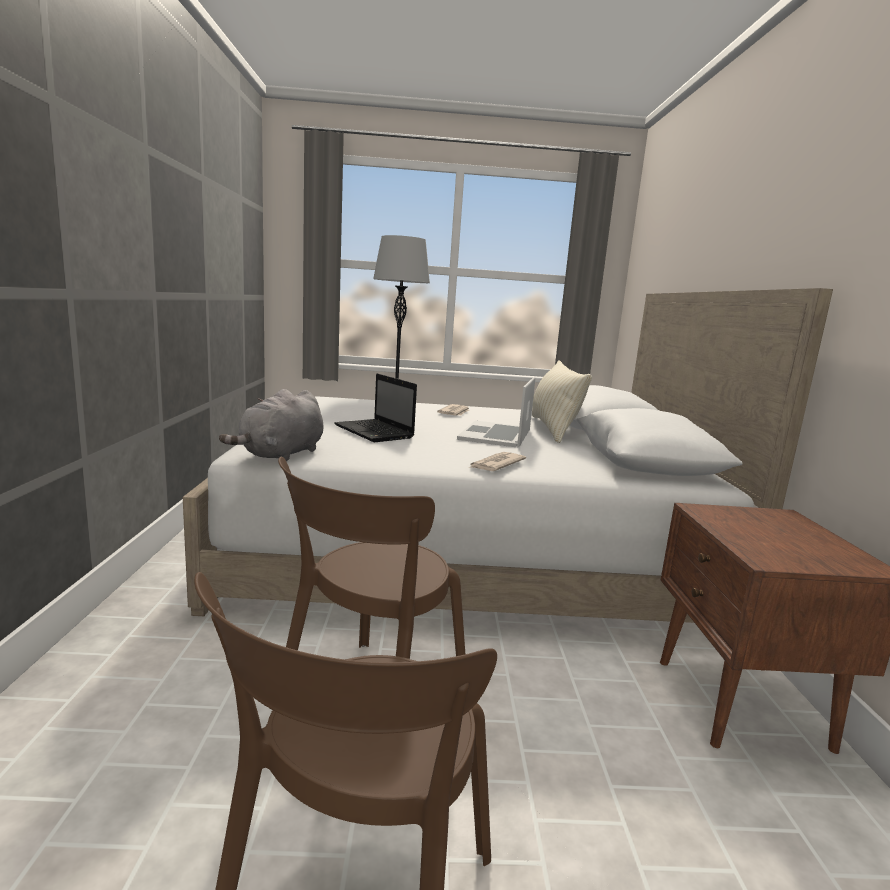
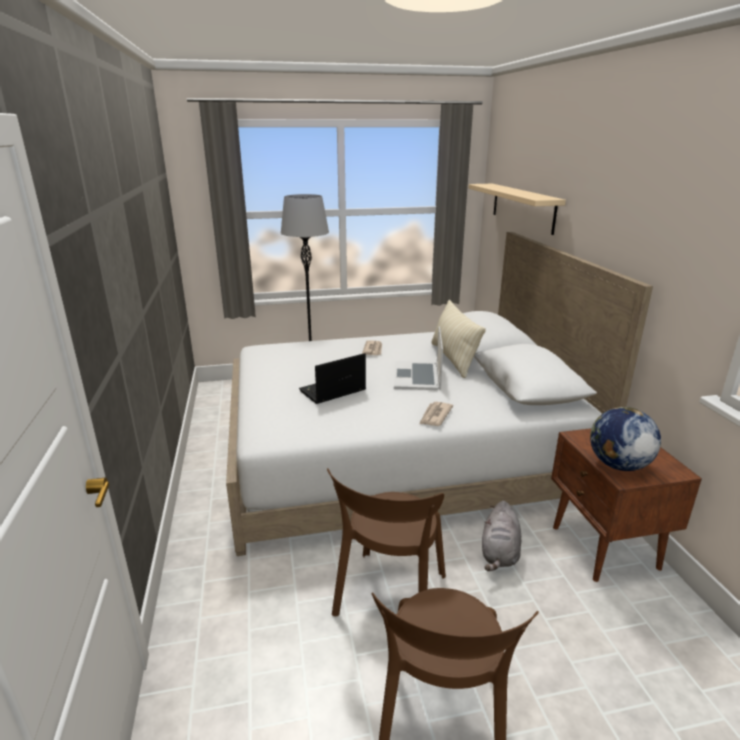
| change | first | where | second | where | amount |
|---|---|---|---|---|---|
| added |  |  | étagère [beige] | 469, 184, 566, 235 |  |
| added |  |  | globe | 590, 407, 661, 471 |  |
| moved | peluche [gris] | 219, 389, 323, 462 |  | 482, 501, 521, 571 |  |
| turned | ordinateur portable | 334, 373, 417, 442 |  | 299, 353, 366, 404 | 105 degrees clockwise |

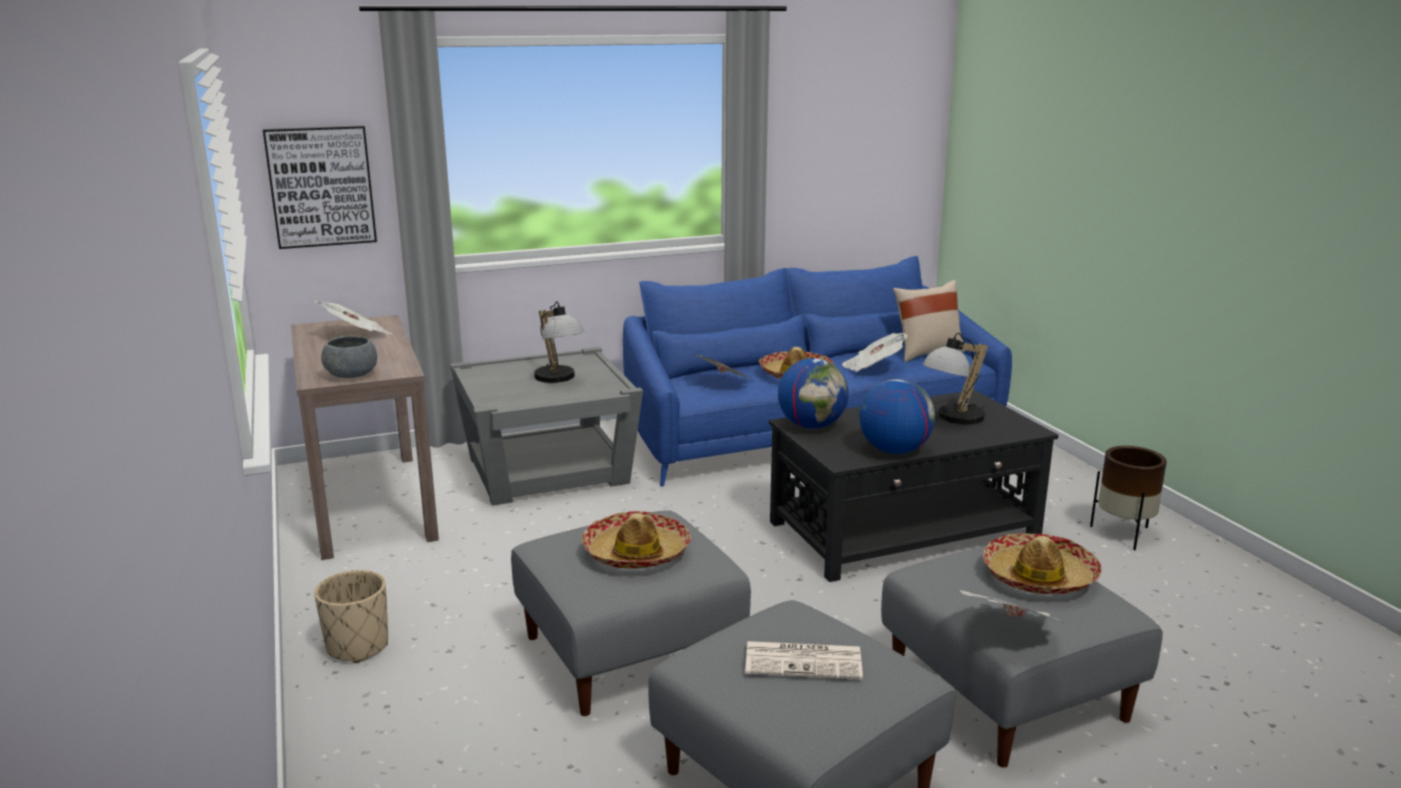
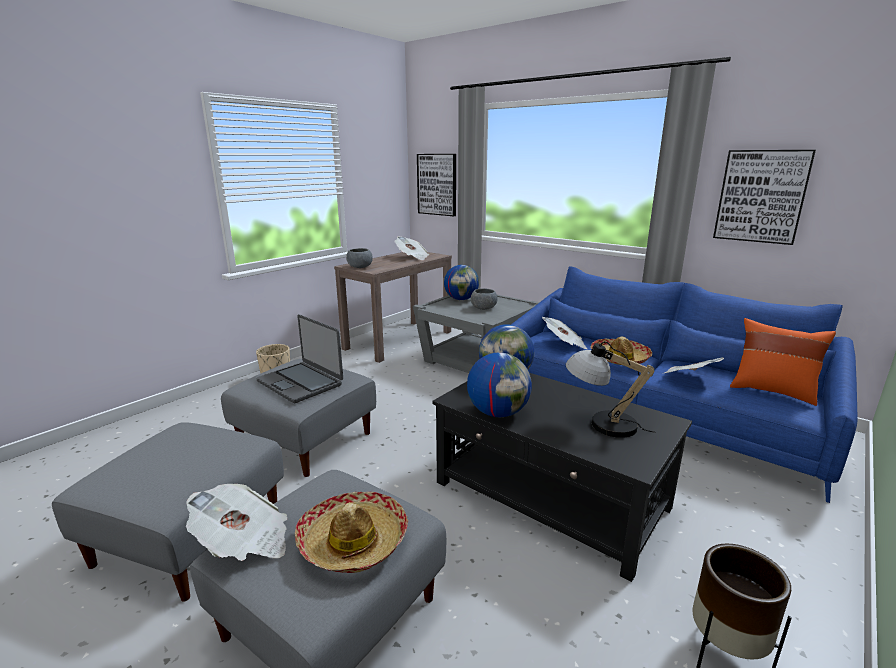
| change | first | where | second | where | amount |
|---|---|---|---|---|---|
| removed | journal | 745, 641, 863, 680 |  |  |  |
| added |  |  | globe | 444, 265, 479, 300 |  |
| added |  |  | tableau | 713, 150, 816, 245 |  |
| replaced | lampe de table | 534, 301, 585, 383 | bol [gris] | 471, 289, 498, 310 |  |
| replaced | chapeau | 582, 511, 691, 569 | ordinateur portable | 256, 314, 343, 403 |  |
| recoloured | coussin [beige] | 893, 280, 965, 362 | coussin [orange] | 730, 318, 836, 406 |  |

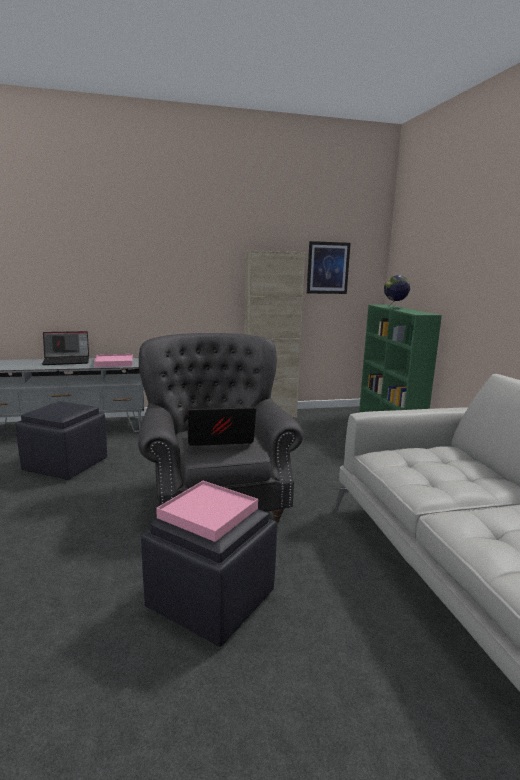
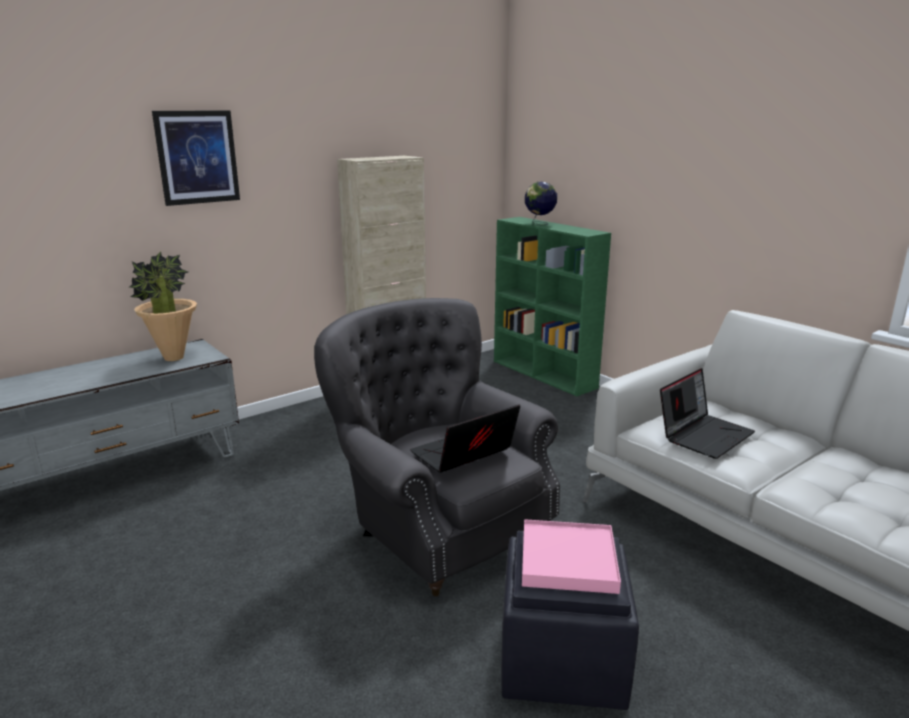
| change | first | where | second | where | amount |
|---|---|---|---|---|---|
| removed | pouf [noir] | 15, 401, 107, 480 |  |  |  |
| moved | ordinateur portable | 42, 331, 89, 365 |  | 660, 368, 755, 459 |  |
| moved | tableau | 307, 241, 351, 294 |  | 152, 110, 240, 206 |  |
| replaced | plateau [rose] | 94, 354, 133, 367 | plante en pot | 129, 252, 197, 361 |  |

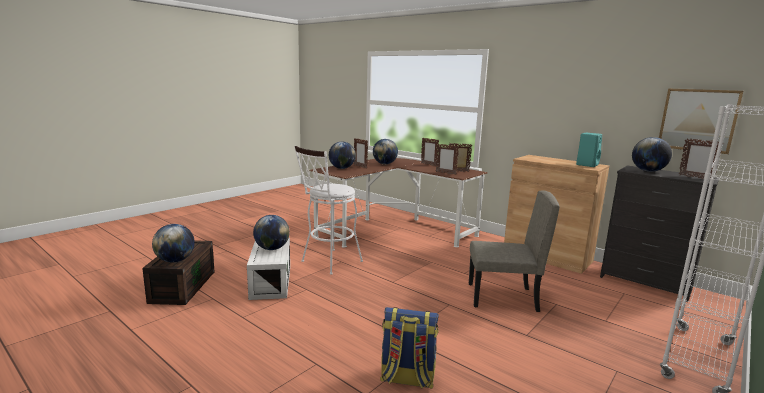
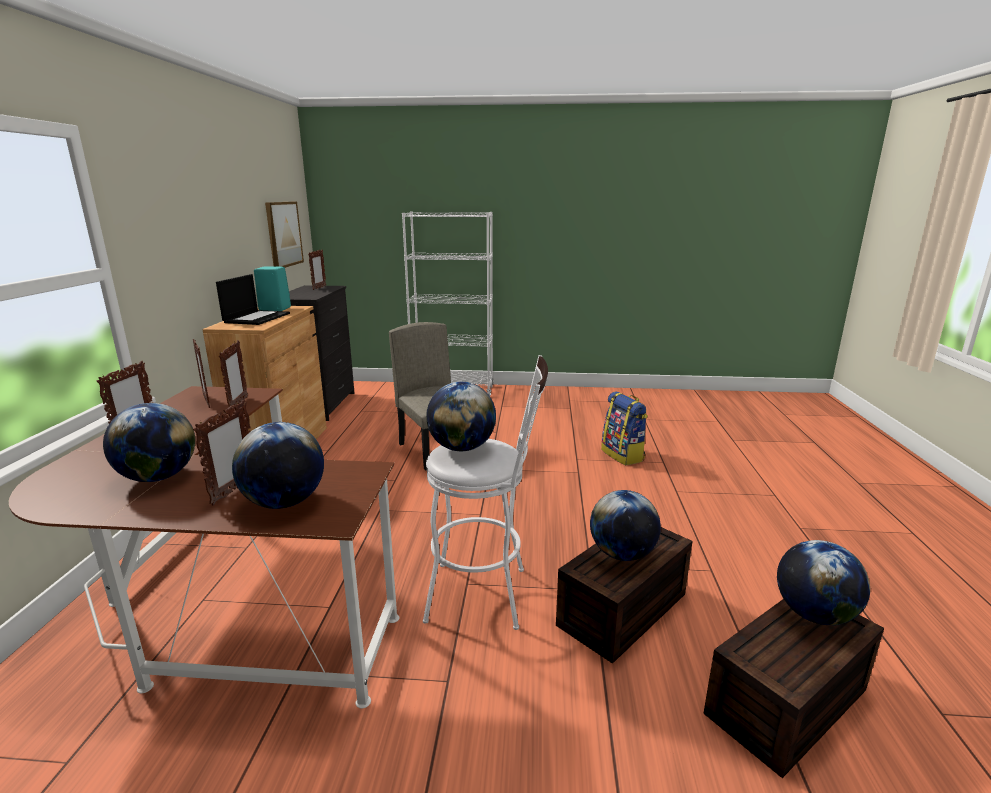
| change | first | where | second | where | amount |
|---|---|---|---|---|---|
| added |  |  | ordinateur portable | 216, 274, 290, 325 |  |
| moved | globe | 632, 137, 672, 172 |  | 426, 382, 496, 451 |  |
| recoloured | boîte de rangement [blanc] | 247, 237, 290, 300 | boîte de rangement [marron] | 556, 527, 692, 664 |  |

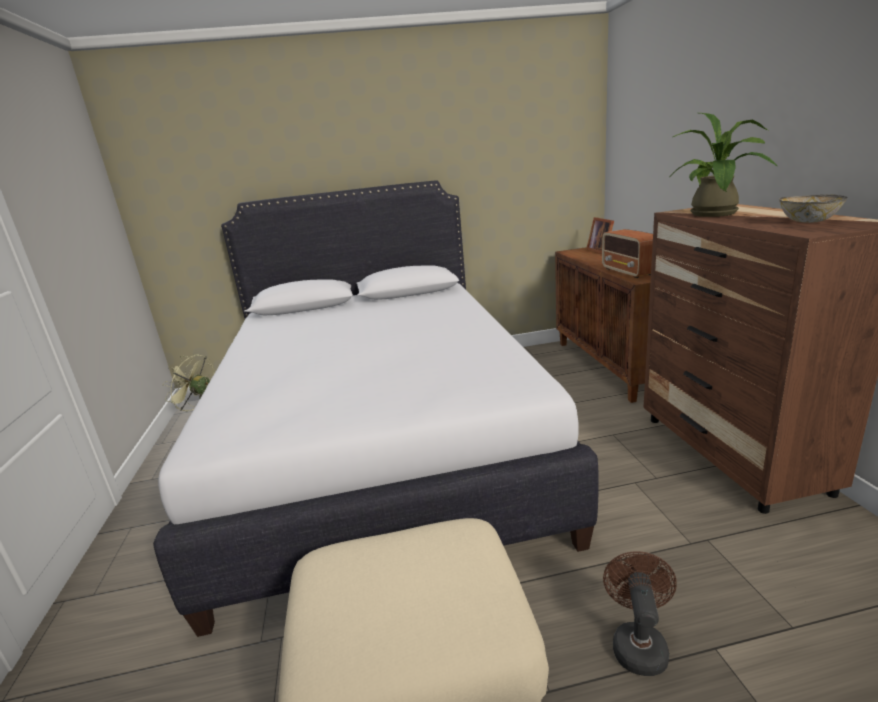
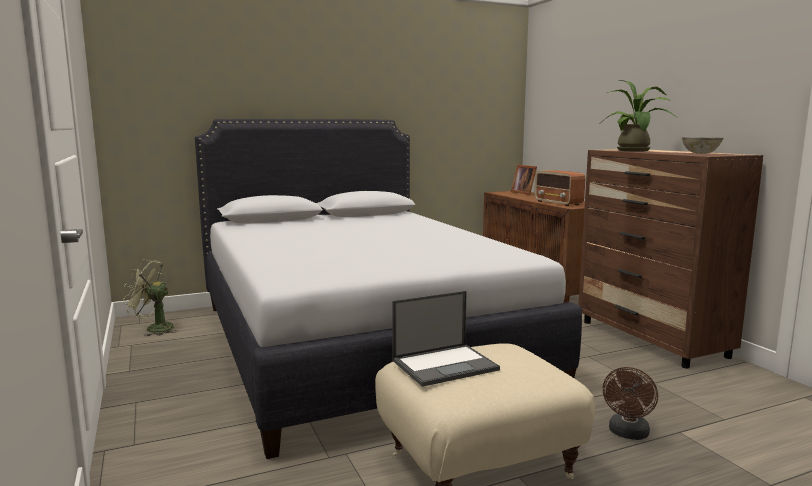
| change | first | where | second | where | amount |
|---|---|---|---|---|---|
| added |  |  | ordinateur portable | 392, 291, 500, 387 |  |
| turned | ventilateur [marron] | 603, 551, 677, 676 |  | 603, 367, 658, 440 | 150 degrees counterclockwise |

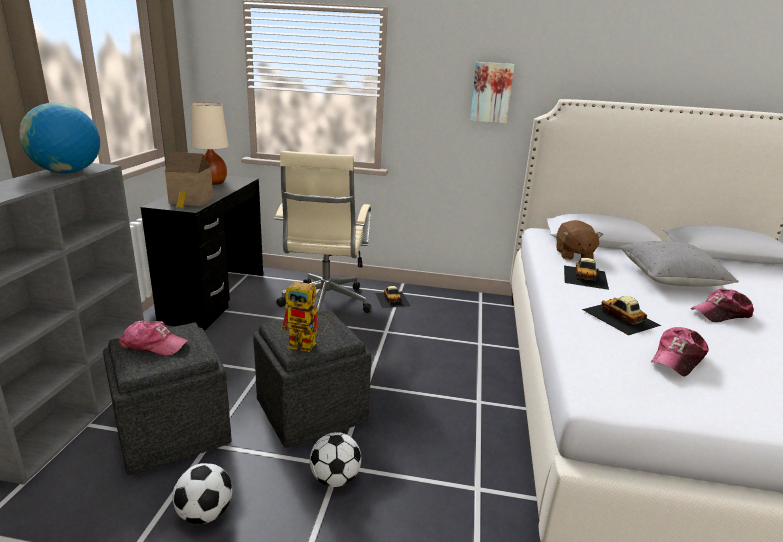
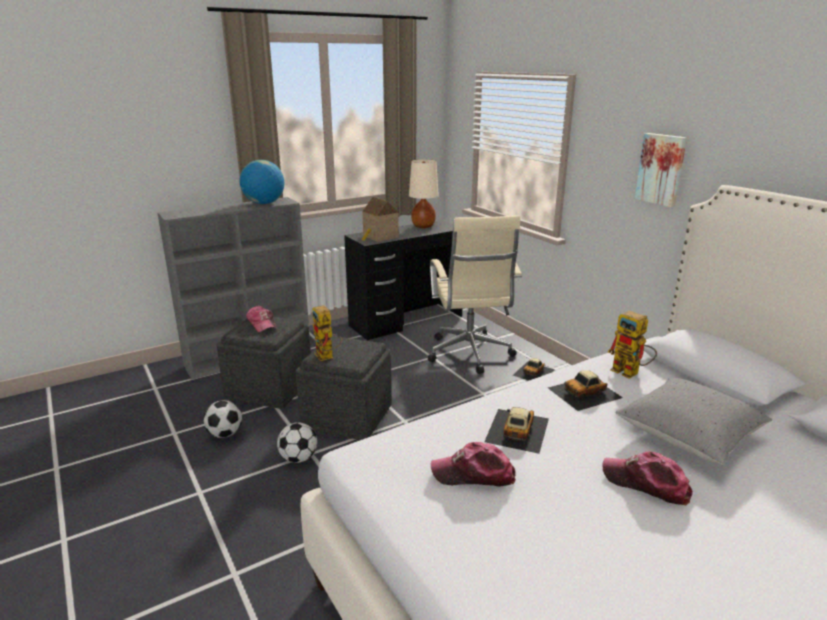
| change | first | where | second | where | amount |
|---|---|---|---|---|---|
| replaced | peluche [marron] | 557, 220, 603, 260 | robot jouet | 608, 311, 657, 379 |  |
| turned | chaise de bureau [beige] | 275, 151, 371, 313 |  | 428, 215, 522, 374 | 60 degrees counterclockwise |

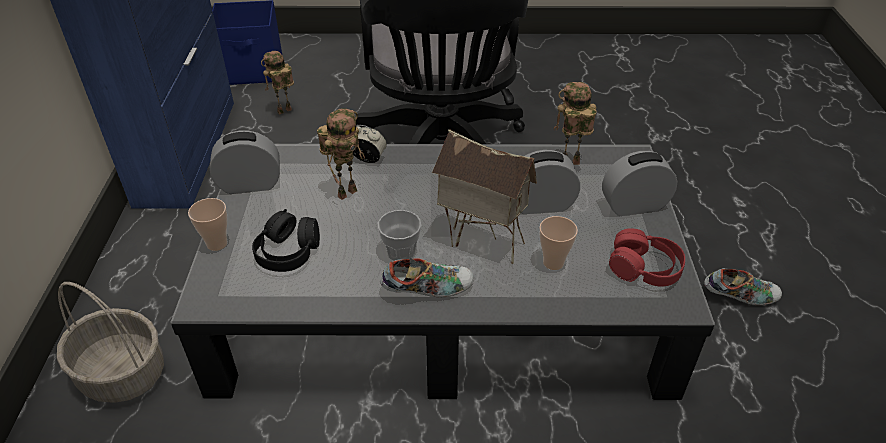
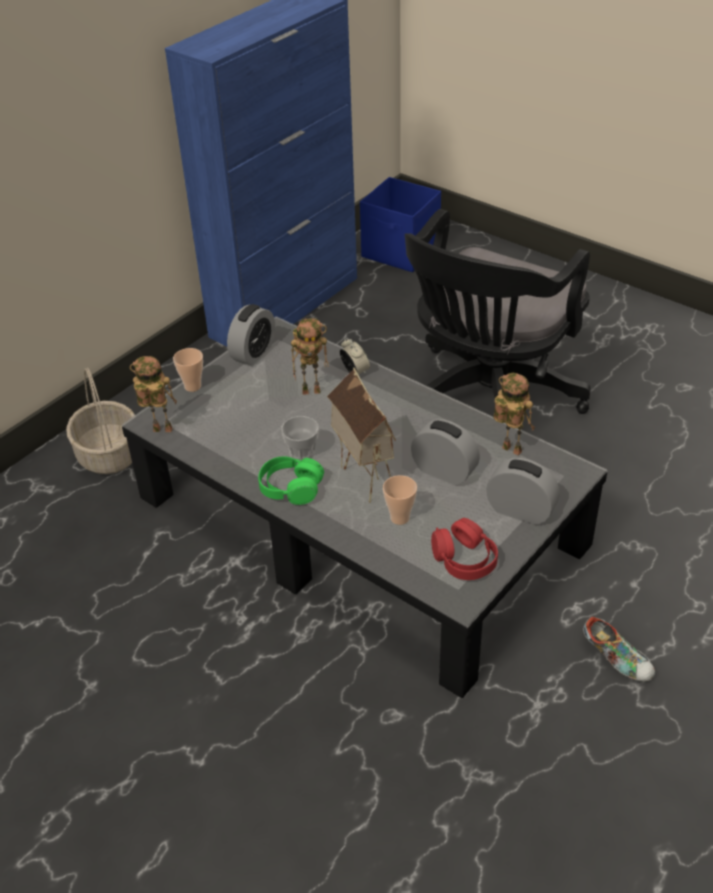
| change | first | where | second | where | amount |
|---|---|---|---|---|---|
| removed | casque audio [noir] | 252, 209, 320, 272 |  |  |  |
| moved | robot jouet | 261, 51, 294, 114 |  | 130, 356, 177, 432 |  |
| replaced | chaussure | 380, 258, 474, 298 | casque audio [vert] | 258, 456, 324, 505 |  |
| turned | réveil | 210, 131, 280, 194 |  | 227, 304, 275, 366 | 90 degrees clockwise |

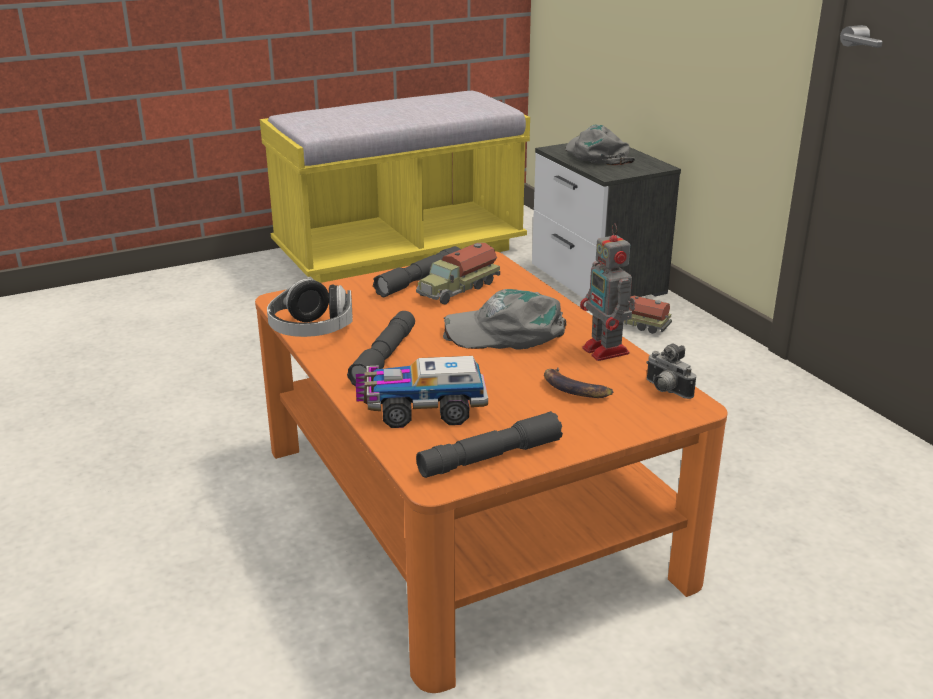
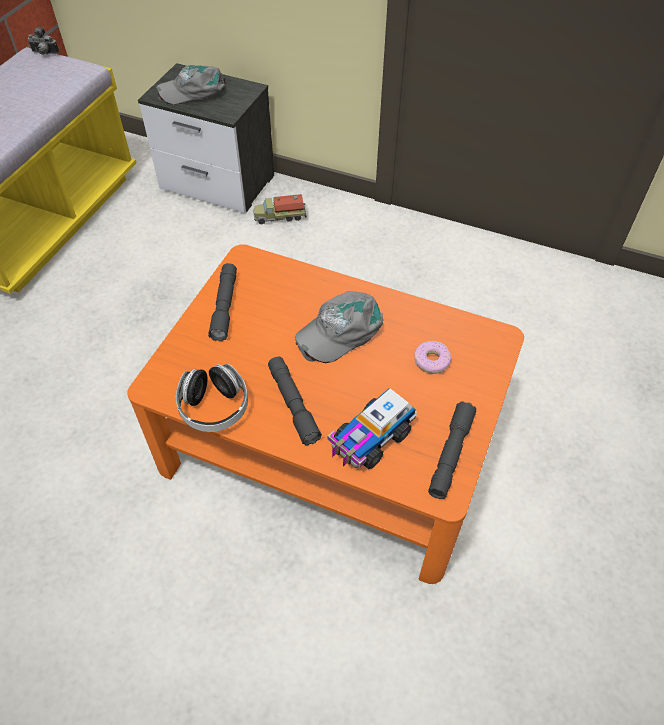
| change | first | where | second | where | amount |
|---|---|---|---|---|---|
| removed | camion jouet | 416, 243, 500, 305 |  |  |  |
| removed | robot jouet | 580, 223, 635, 361 |  |  |  |
| moved | appareil photo | 646, 344, 696, 399 |  | 28, 27, 59, 55 |  |
| replaced | banane | 544, 367, 613, 398 | beignet | 414, 341, 451, 374 |  |
| turned | casquette [gris] | 565, 125, 635, 165 |  | 156, 65, 225, 105 | 45 degrees counterclockwise |

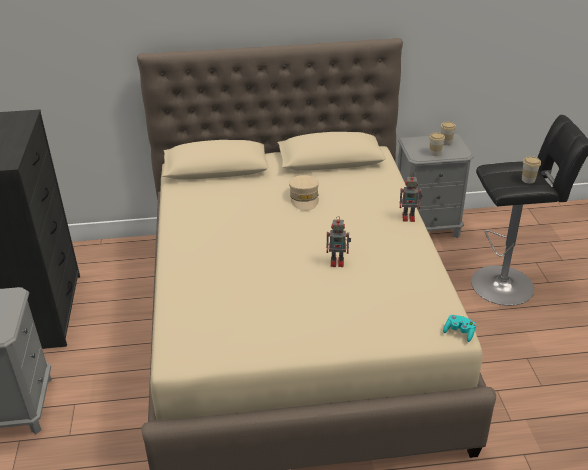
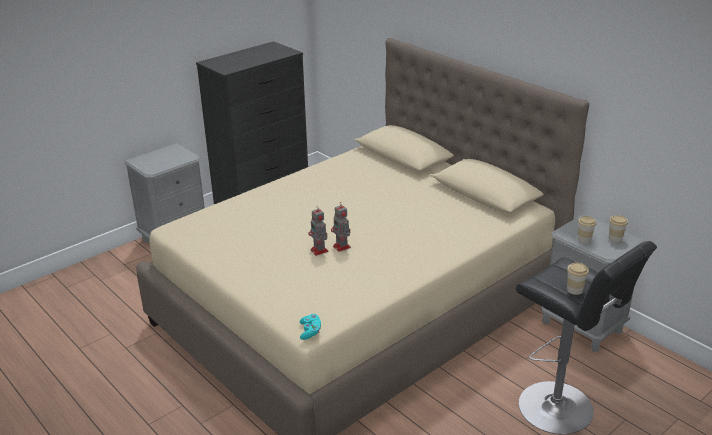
| change | first | where | second | where | amount |
|---|---|---|---|---|---|
| removed | casquette [beige] | 289, 175, 319, 211 |  |  |  |
| moved | robot jouet | 400, 173, 423, 222 |  | 308, 209, 328, 256 |  |

